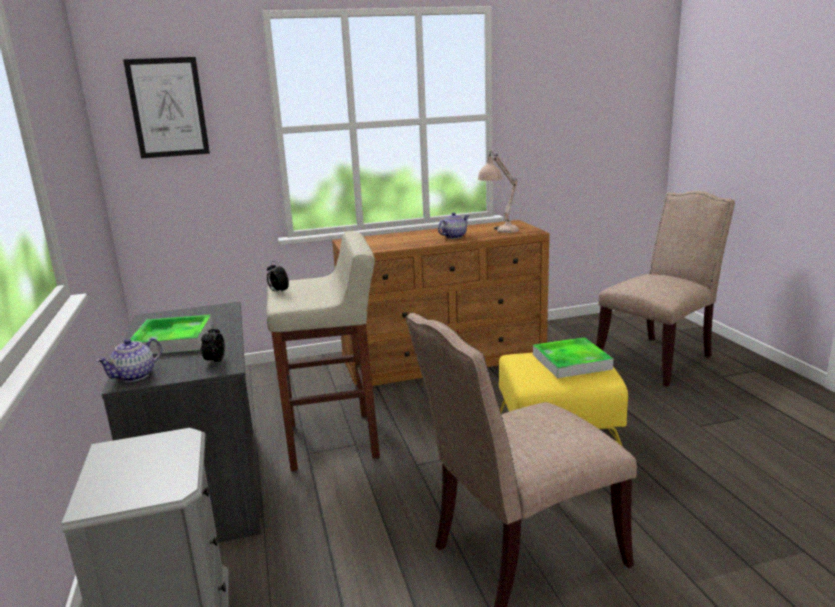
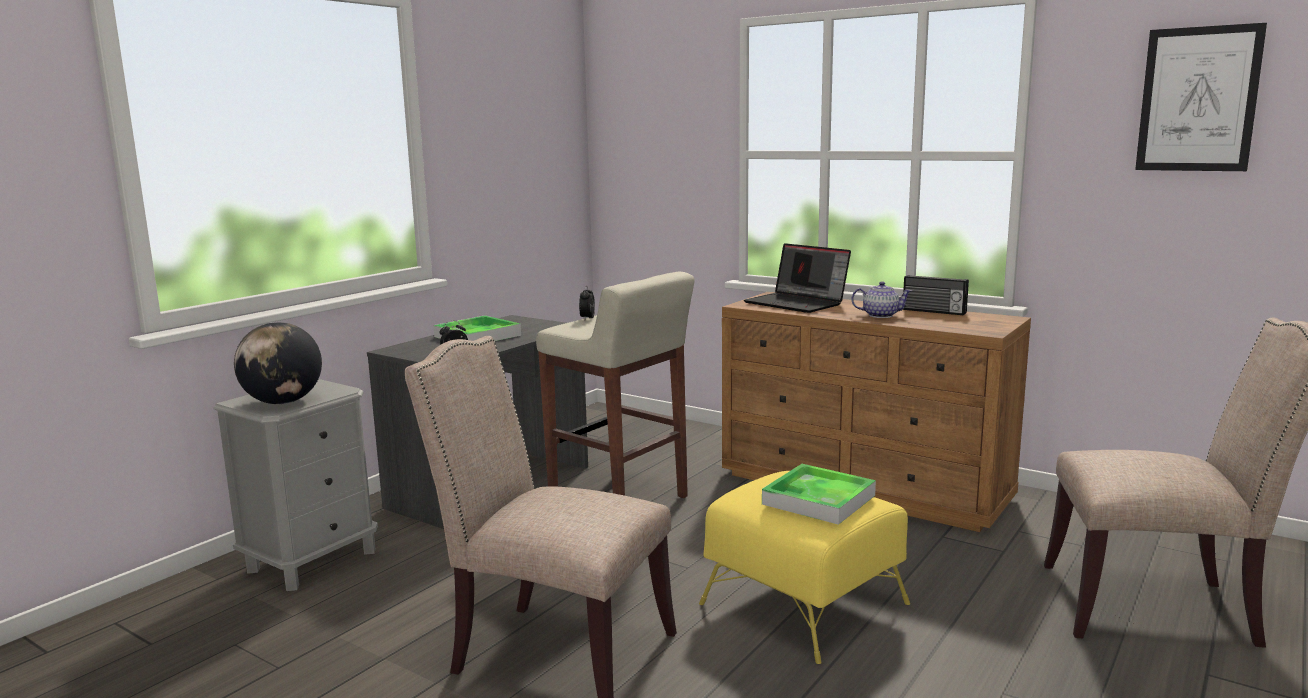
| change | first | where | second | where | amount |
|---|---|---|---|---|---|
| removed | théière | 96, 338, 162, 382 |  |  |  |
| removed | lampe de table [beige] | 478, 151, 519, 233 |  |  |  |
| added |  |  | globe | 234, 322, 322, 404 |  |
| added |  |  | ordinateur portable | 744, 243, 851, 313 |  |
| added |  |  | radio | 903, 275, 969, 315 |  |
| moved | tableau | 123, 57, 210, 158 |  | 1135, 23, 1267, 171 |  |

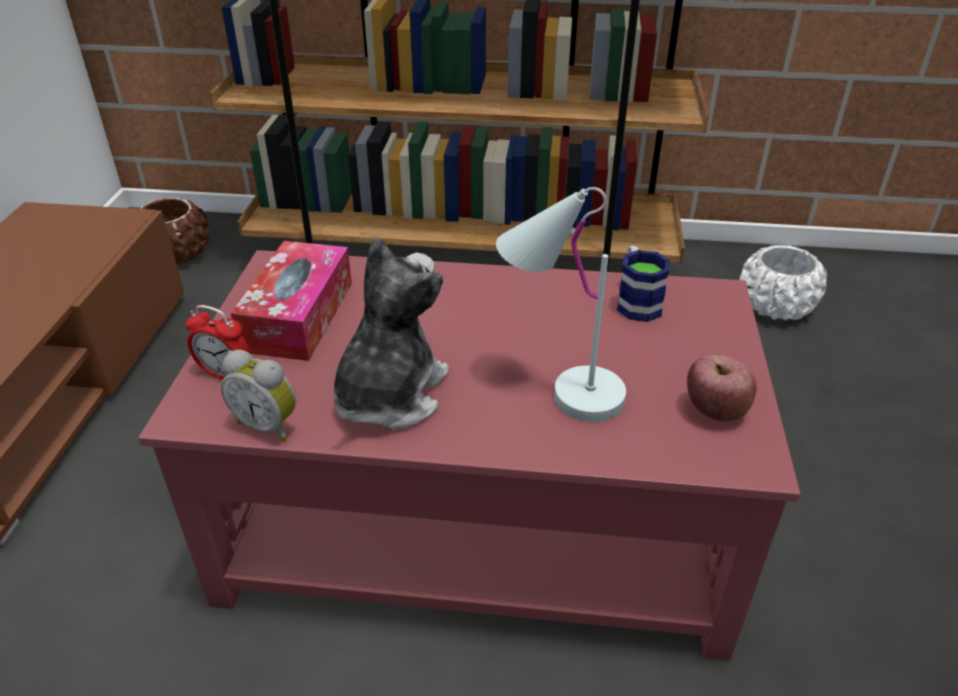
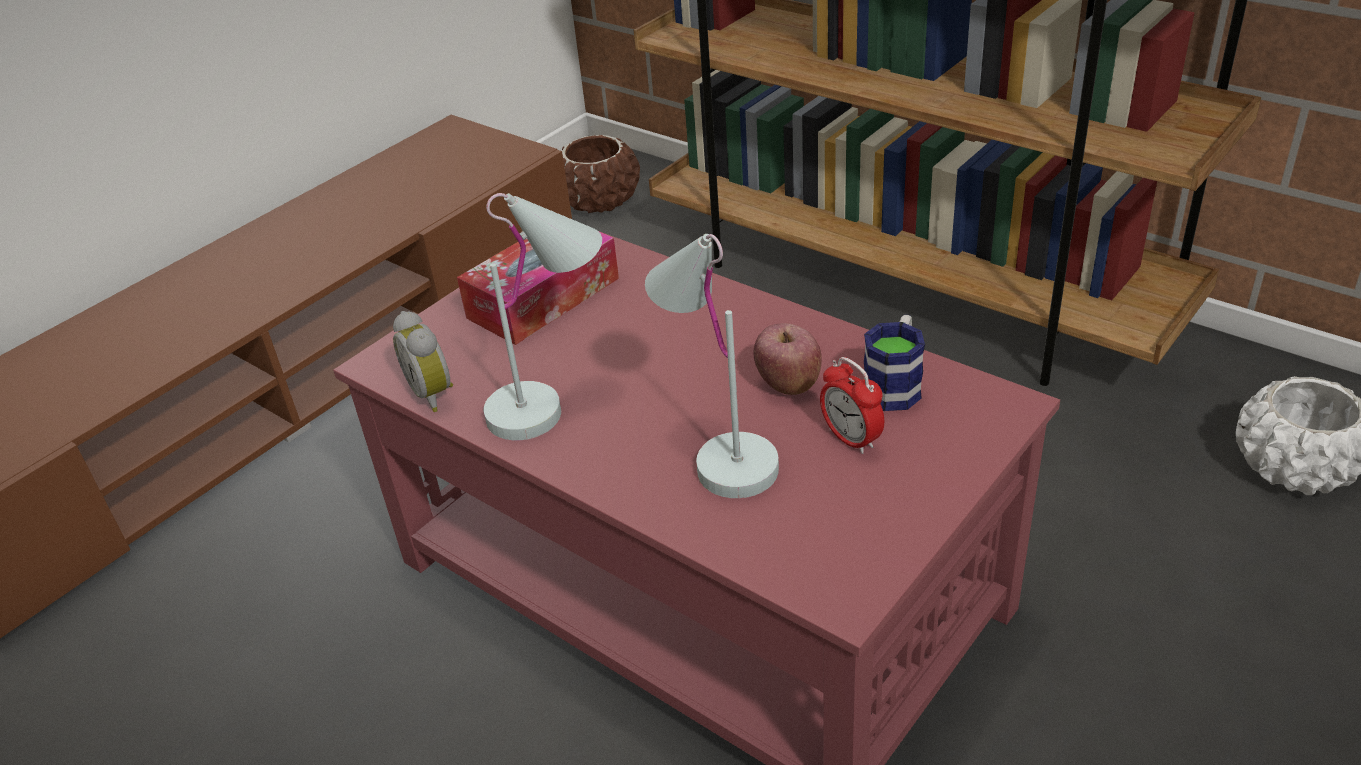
| change | first | where | second | where | amount |
|---|---|---|---|---|---|
| moved | réveil | 185, 305, 250, 379 |  | 820, 357, 884, 454 |  |
| moved | pomme | 687, 355, 757, 422 |  | 754, 323, 822, 395 |  |
| replaced | peluche | 334, 236, 449, 429 | lampe de table [blanc] | 483, 193, 602, 440 |  |

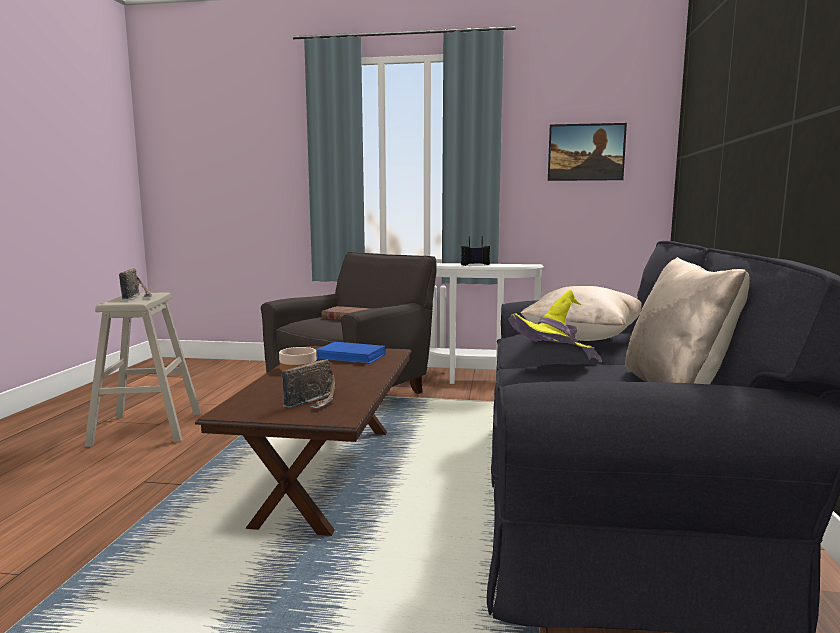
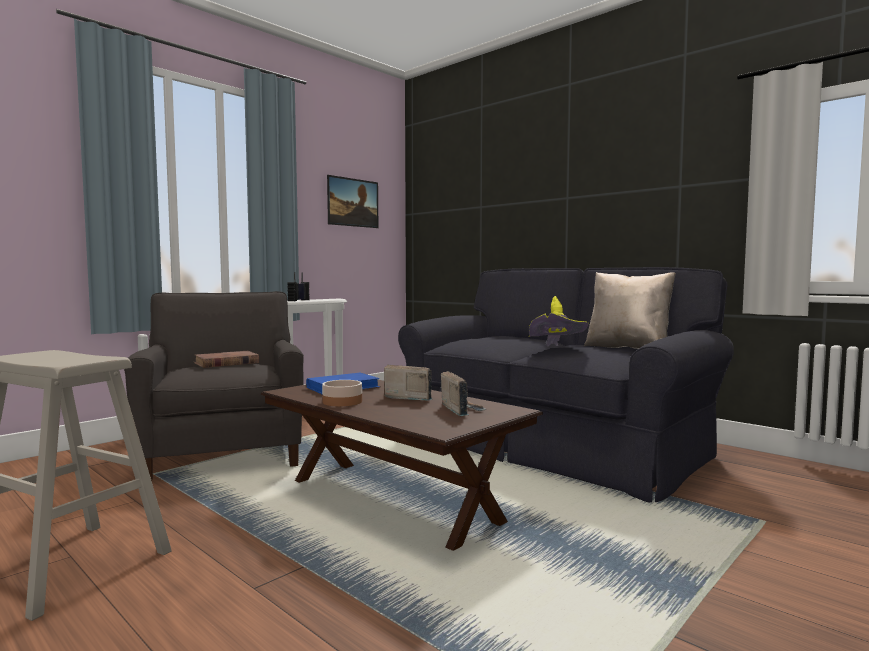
| change | first | where | second | where | amount |
|---|---|---|---|---|---|
| removed | coussin [beige] | 521, 286, 642, 341 |  |  |  |
| moved | radio | 119, 268, 152, 299 |  | 384, 365, 433, 401 |  |

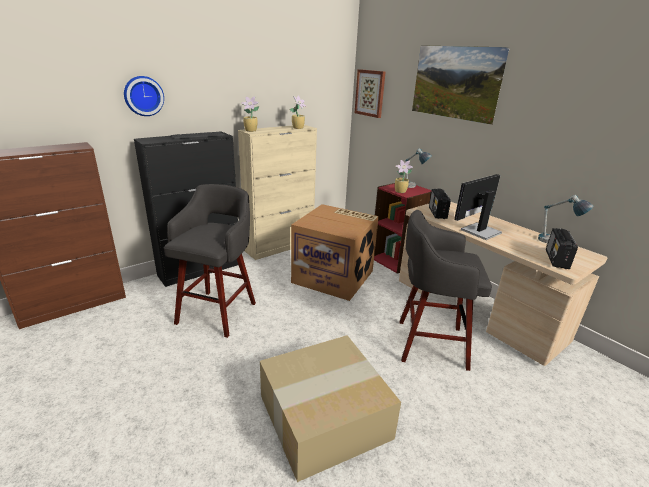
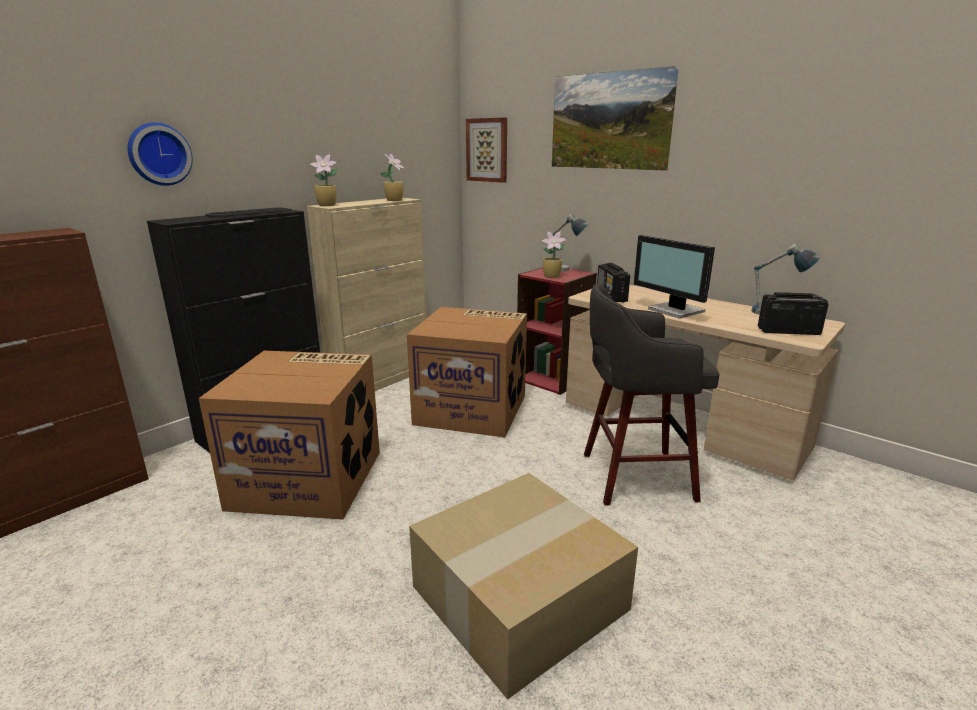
| change | first | where | second | where | amount |
|---|---|---|---|---|---|
| replaced | tabouret [gris] | 164, 184, 256, 338 | carton | 199, 351, 380, 520 |  |
| turned | écran d'ordinateur | 454, 174, 502, 240 |  | 634, 235, 715, 319 | 75 degrees counterclockwise |
| turned | radio | 546, 228, 578, 269 |  | 758, 292, 828, 335 | 90 degrees clockwise |

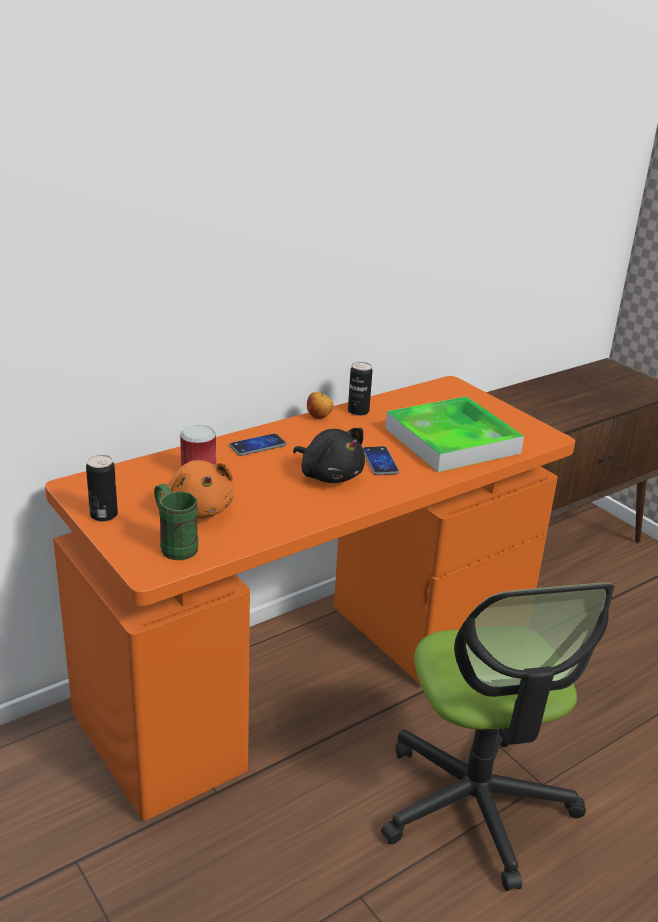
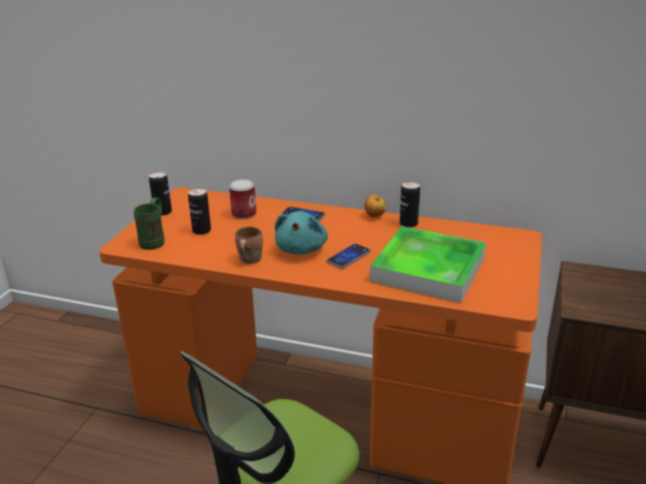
| change | first | where | second | where | amount |
|---|---|---|---|---|---|
| added |  |  | mug [marron] | 235, 226, 263, 264 |  |
| replaced | peluche [orange] | 162, 460, 234, 519 | boîte métallique | 188, 188, 211, 235 |  |
| recoloured | peluche [noir] | 293, 428, 365, 483 | peluche [turquoise] | 275, 211, 328, 255 |  |

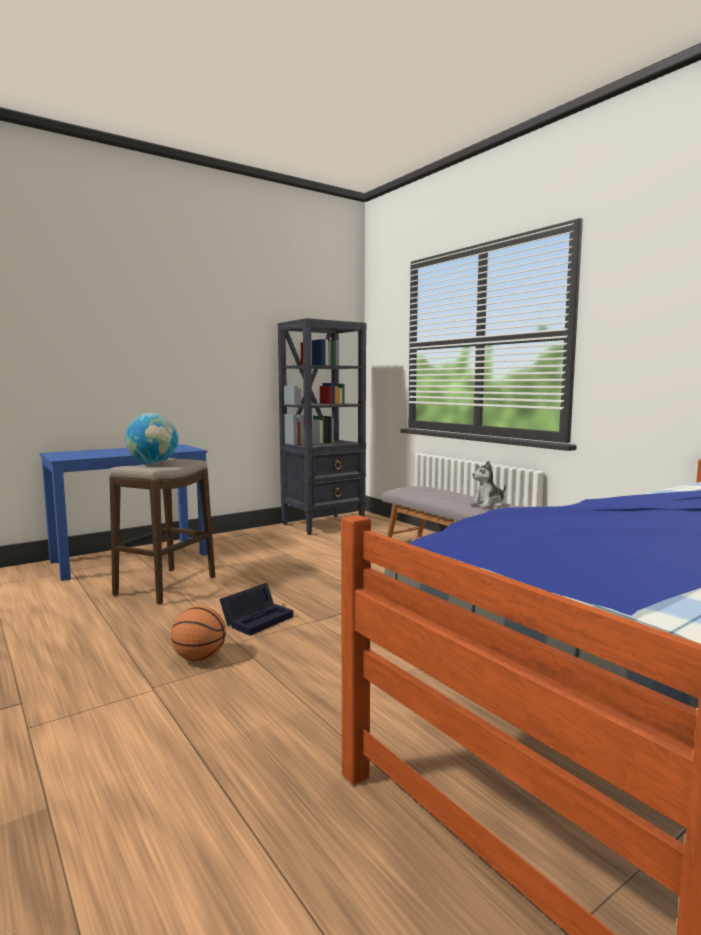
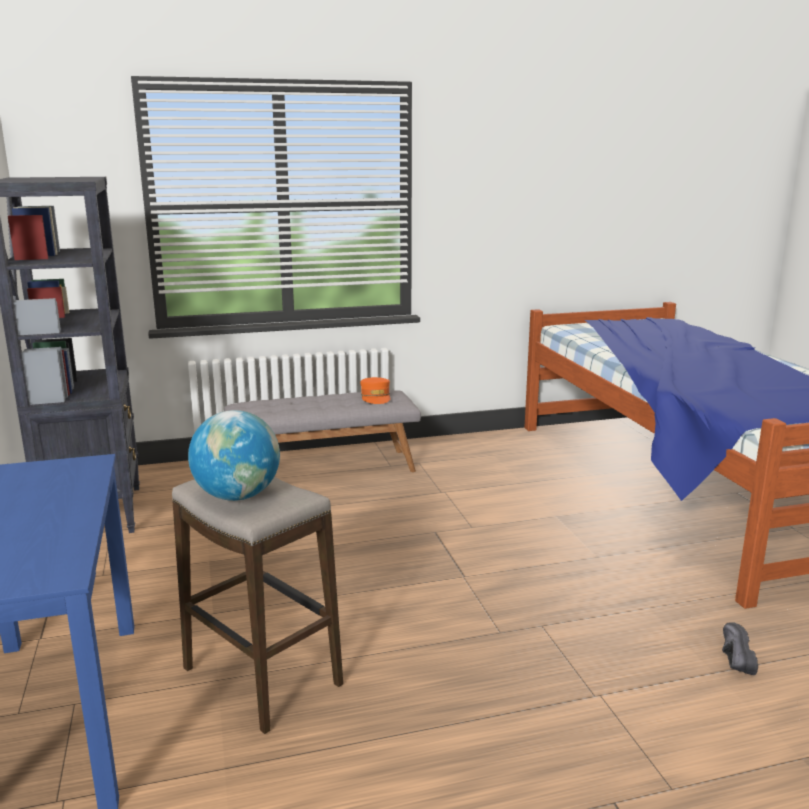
| change | first | where | second | where | amount |
|---|---|---|---|---|---|
| removed | ballon de basket | 171, 606, 226, 661 |  |  |  |
| removed | boîte de rangement [noir] | 219, 583, 293, 636 |  |  |  |
| added |  |  | chaussure [noir] | 722, 622, 758, 675 |  |
| replaced | peluche | 470, 461, 506, 508 | casquette [orange] | 360, 377, 391, 404 |  |

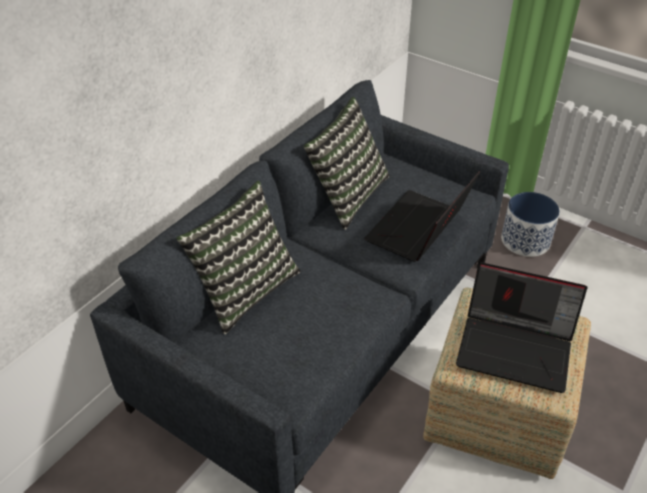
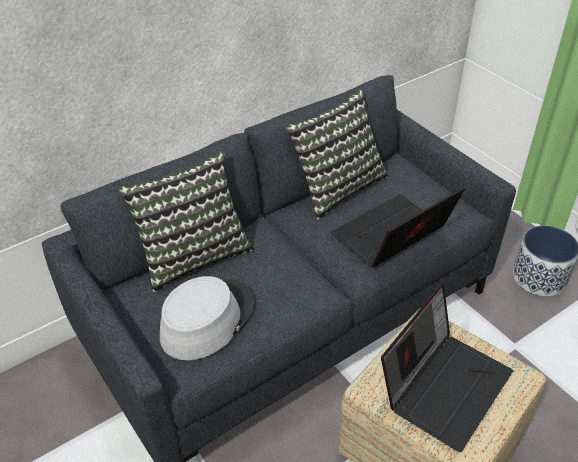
| change | first | where | second | where | amount |
|---|---|---|---|---|---|
| added |  |  | chapeau [gris] | 160, 276, 254, 360 |  |
| turned | ordinateur portable | 456, 262, 587, 393 |  | 381, 283, 513, 452 | 90 degrees counterclockwise |

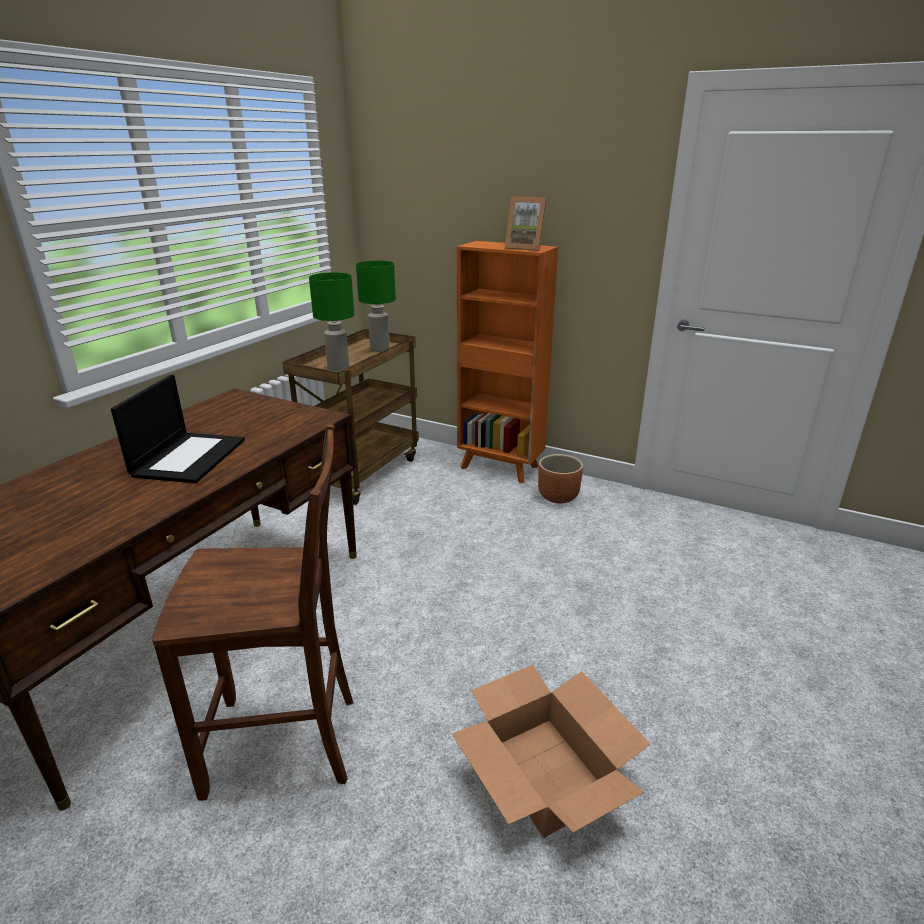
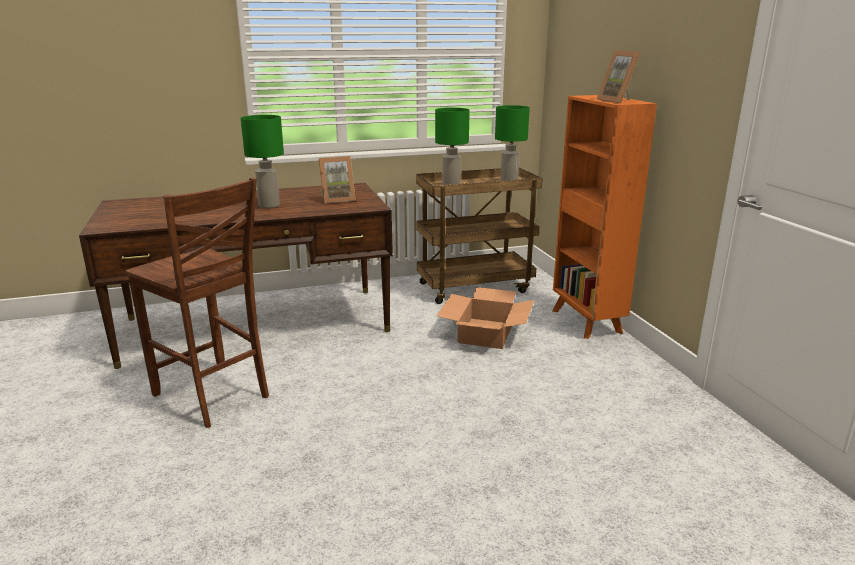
| change | first | where | second | where | amount |
|---|---|---|---|---|---|
| removed | cache-pot [marron] | 538, 454, 583, 503 |  |  |  |
| added |  |  | cadre photo | 319, 156, 356, 204 |  |
| moved | carton | 452, 665, 650, 838 |  | 437, 287, 534, 349 |  |
| replaced | ordinateur portable | 111, 374, 245, 483 | lampe de table [vert] | 241, 115, 284, 208 |  |

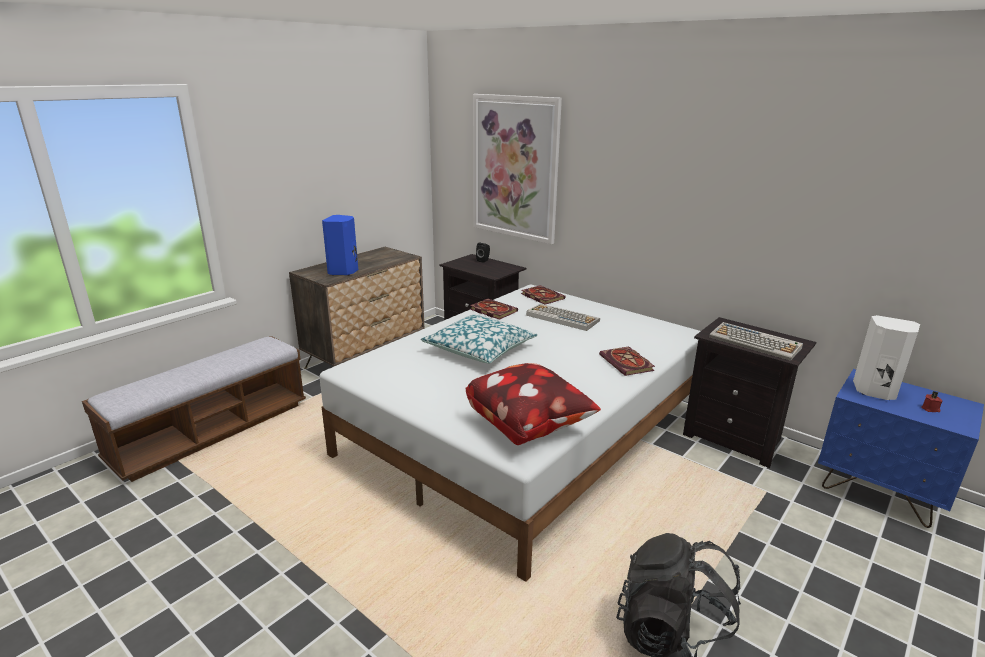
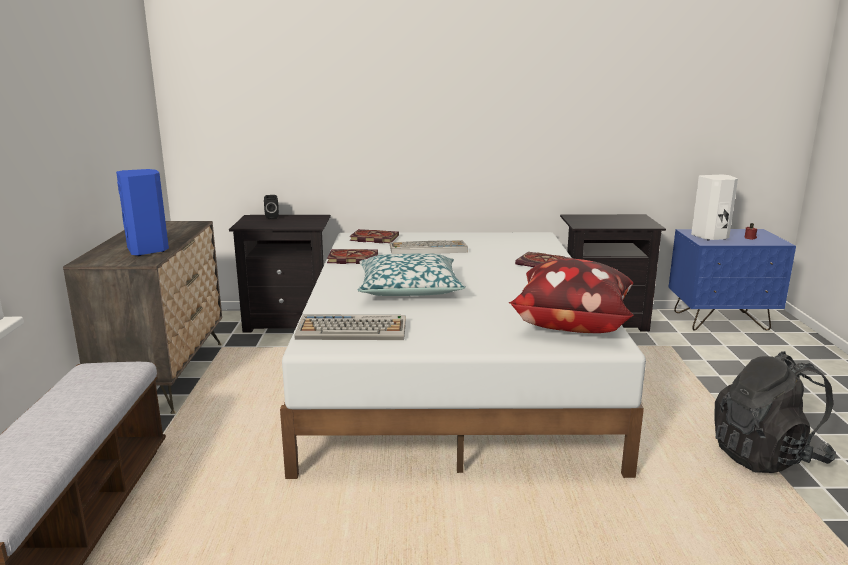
| change | first | where | second | where | amount |
|---|---|---|---|---|---|
| removed | tableau | 473, 94, 562, 244 |  |  |  |
| moved | clavier | 709, 322, 803, 361 |  | 294, 314, 406, 340 |  |

